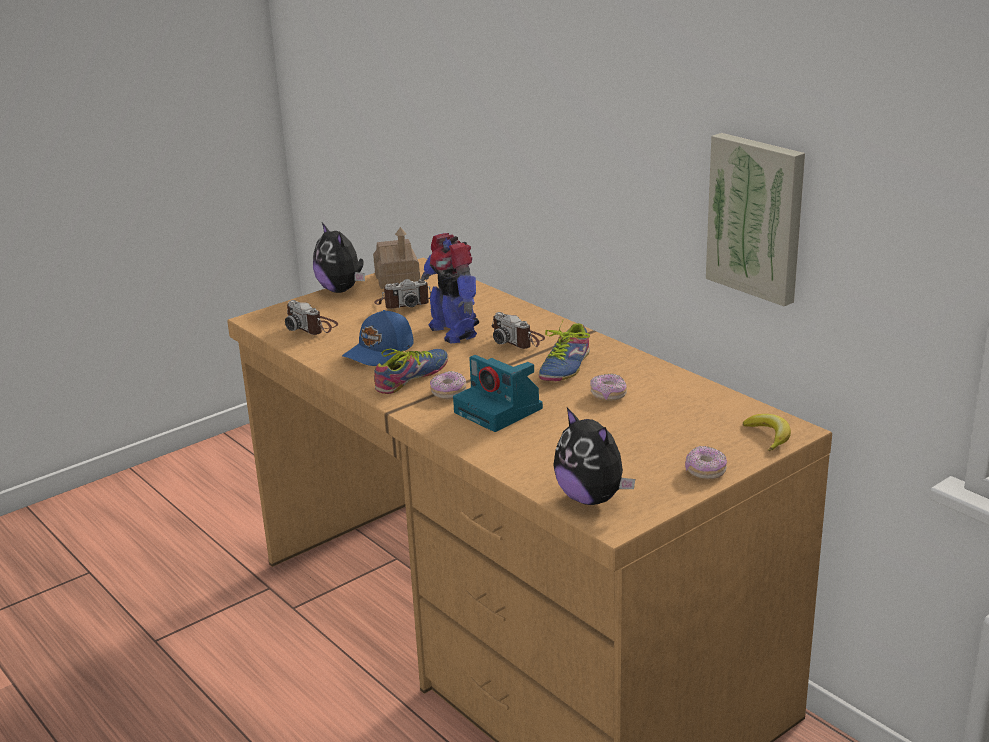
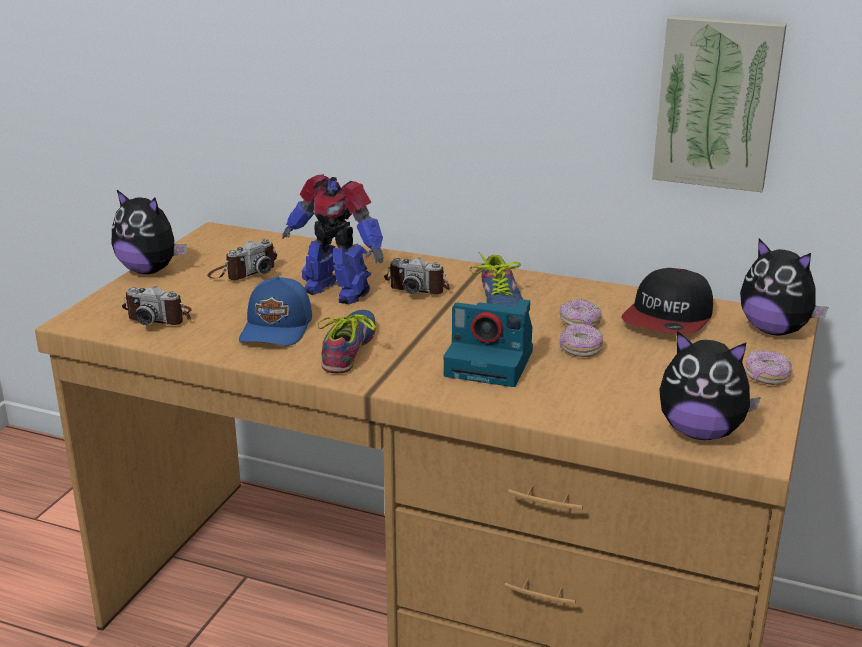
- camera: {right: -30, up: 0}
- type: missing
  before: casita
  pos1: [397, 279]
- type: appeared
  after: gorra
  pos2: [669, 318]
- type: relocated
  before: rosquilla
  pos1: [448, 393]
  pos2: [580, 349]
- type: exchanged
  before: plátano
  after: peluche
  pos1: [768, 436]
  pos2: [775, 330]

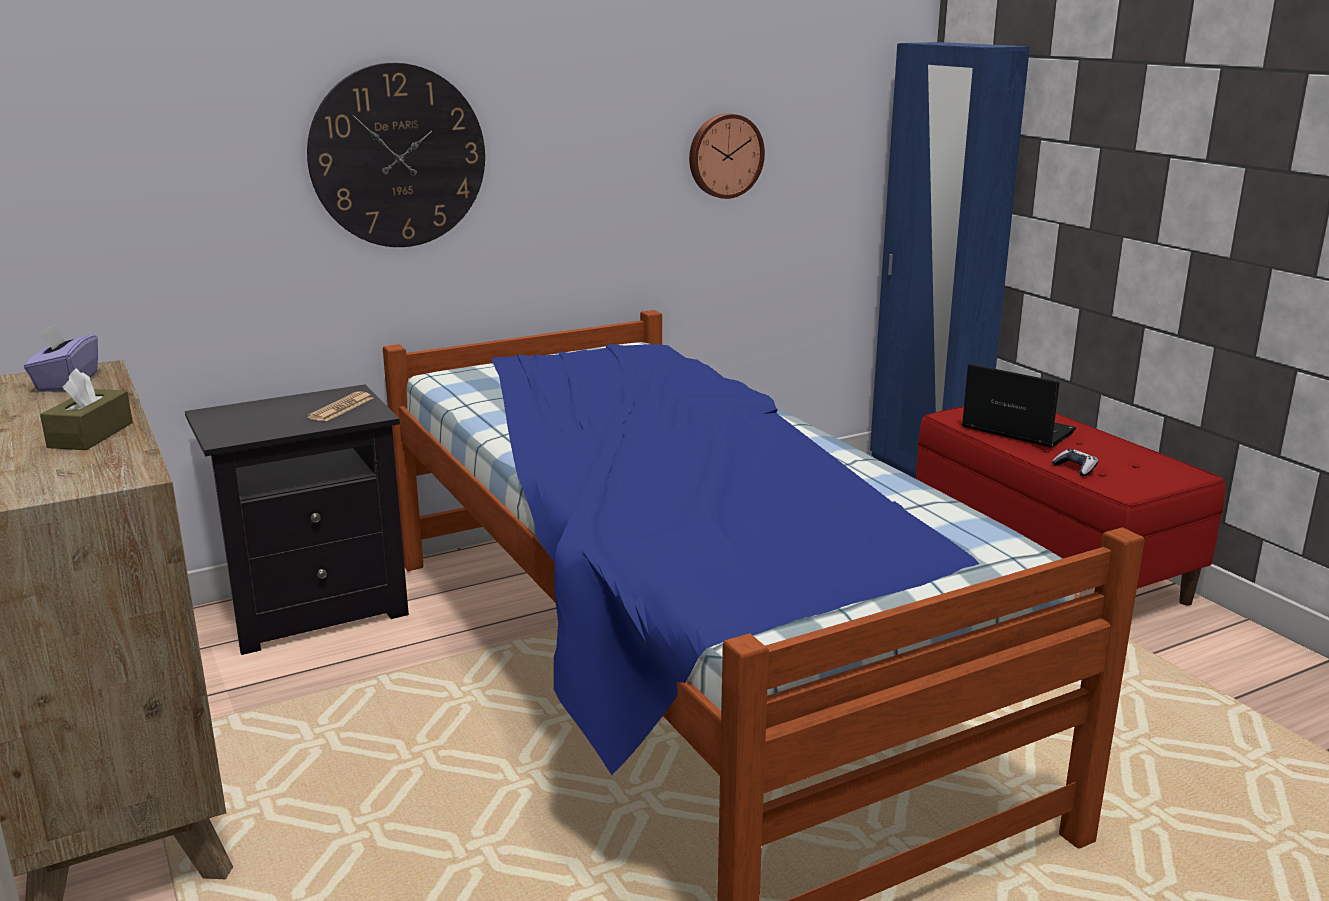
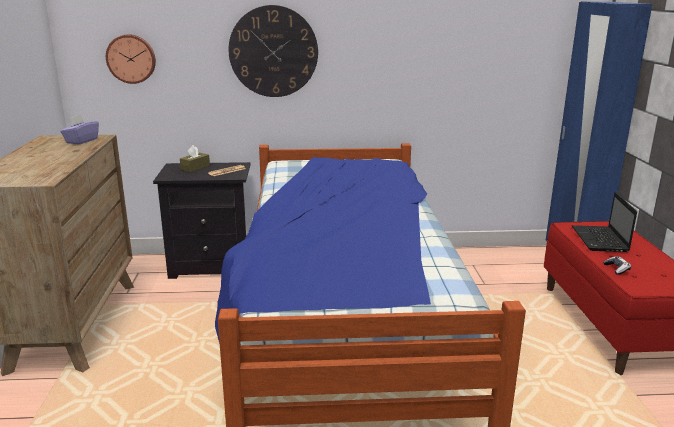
- camera: {right: 25, up: 0}
- type: relocated
  before: caja de pañuelos (marrón)
  pos1: [91, 435]
  pos2: [195, 167]
- type: relocated
  before: reloj de pared
  pos1: [724, 155]
  pos2: [131, 59]
- type: spun
  before: portátil
  pos1: [1015, 430]
  pos2: [600, 240]
  turn: -150

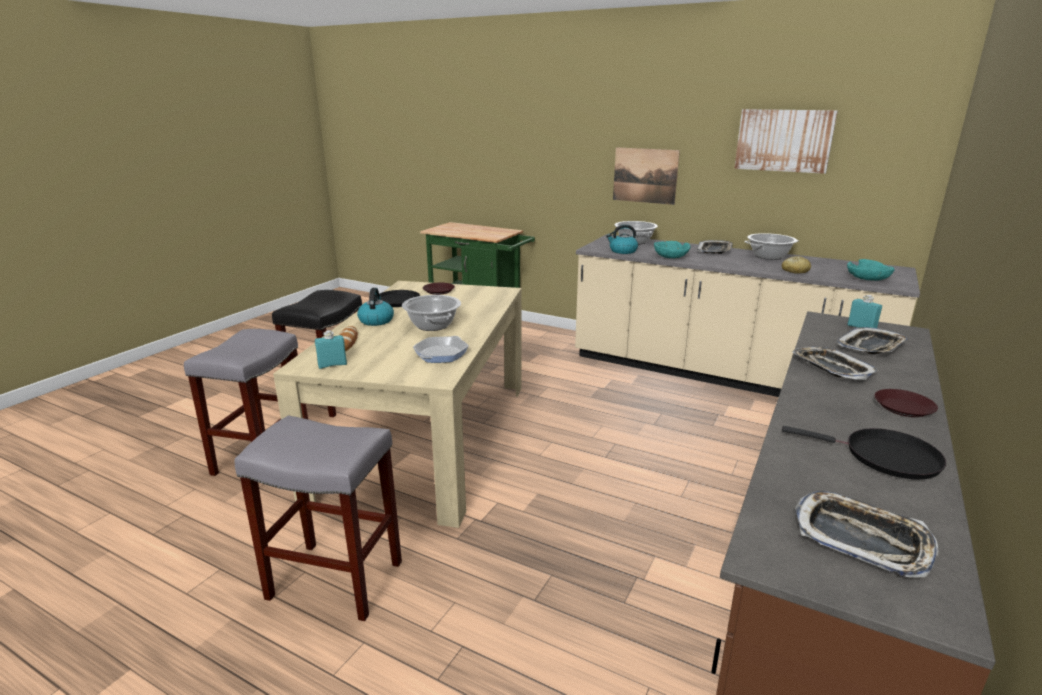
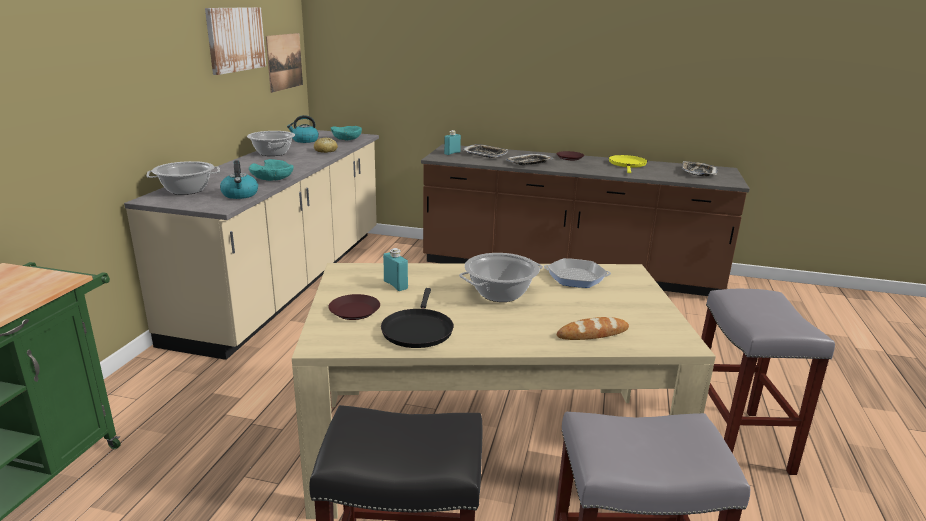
- camera: {right: -105, up: 0}
- type: missing
  before: bandeja
  pos1: [715, 250]
- type: relocated
  before: botella (turquesa)
  pos1: [332, 365]
  pos2: [395, 285]
- type: relocated
  before: hervidor
  pos1: [376, 320]
  pos2: [305, 140]
- type: relocated
  before: cuadro
  pos1: [645, 175]
  pos2: [284, 61]
- type: colour
  before: sartén (negro)
  after: sartén (amarillo)
  pos1: [885, 457]
  pos2: [627, 164]

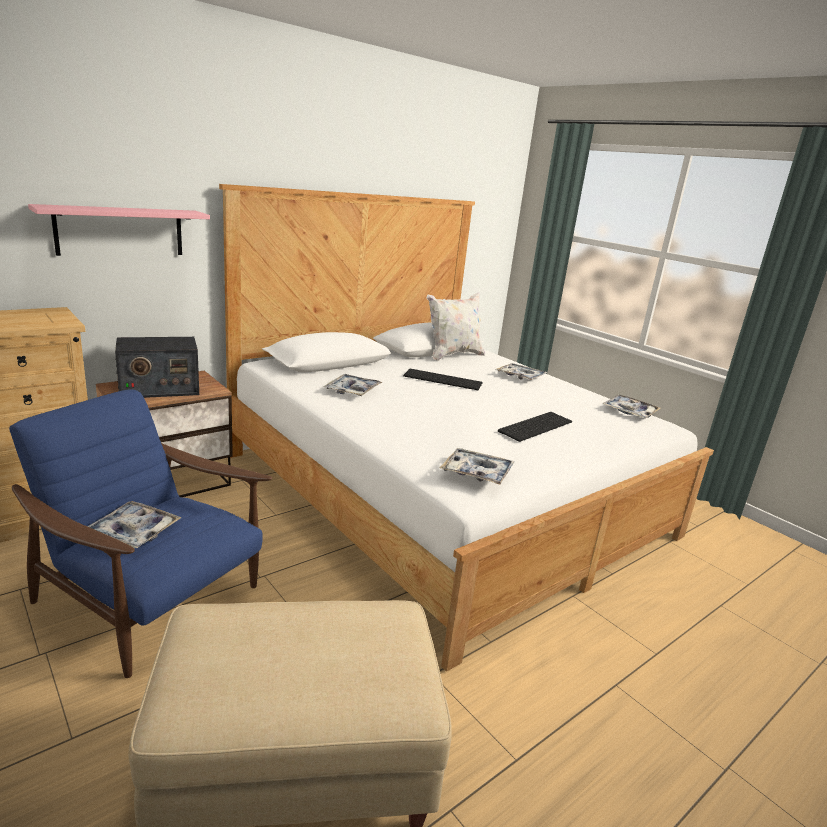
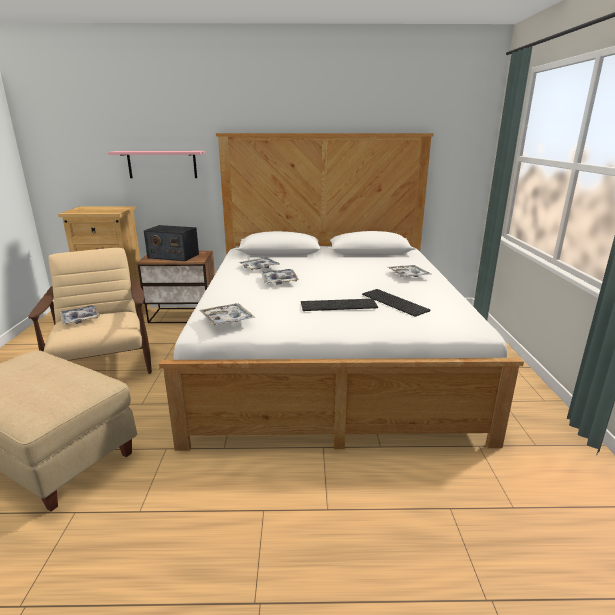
- camera: {right: 40, up: 0}
- type: missing
  before: cojín (blanco)
  pos1: [452, 355]
- type: relocated
  before: teclado
  pos1: [444, 379]
  pos2: [396, 302]
- type: relocated
  before: bandeja
  pos1: [630, 411]
  pos2: [279, 280]
- type: colour
  before: sillón (azul)
  after: sillón (beis)
  pos1: [151, 598]
  pos2: [104, 363]

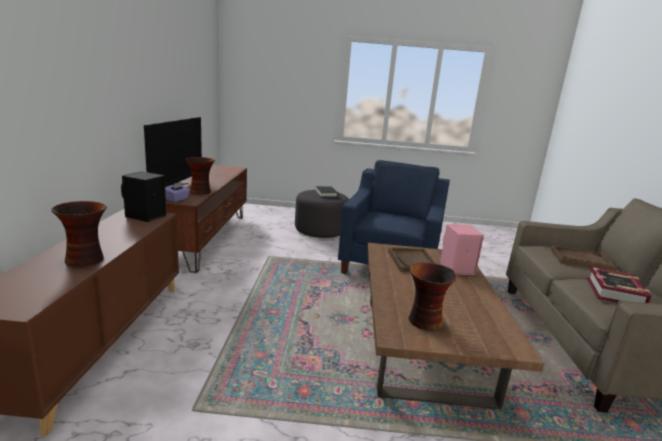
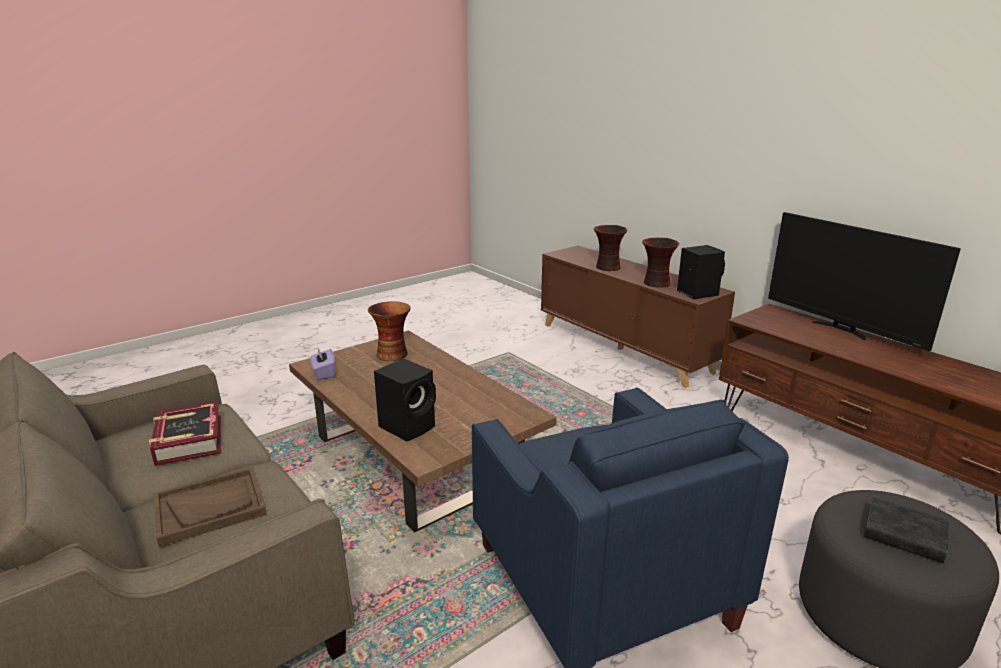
- camera: {right: 140, up: 5}
- type: missing
  before: bandeja (marrón)
  pos1: [412, 261]
- type: relocated
  before: caja de pañuelos (morado)
  pos1: [177, 199]
  pos2: [324, 373]
- type: relocated
  before: florero
  pos1: [201, 192]
  pos2: [656, 283]
- type: colour
  before: altavoz (rosa)
  after: altavoz (negro)
  pos1: [455, 268]
  pos2: [408, 426]

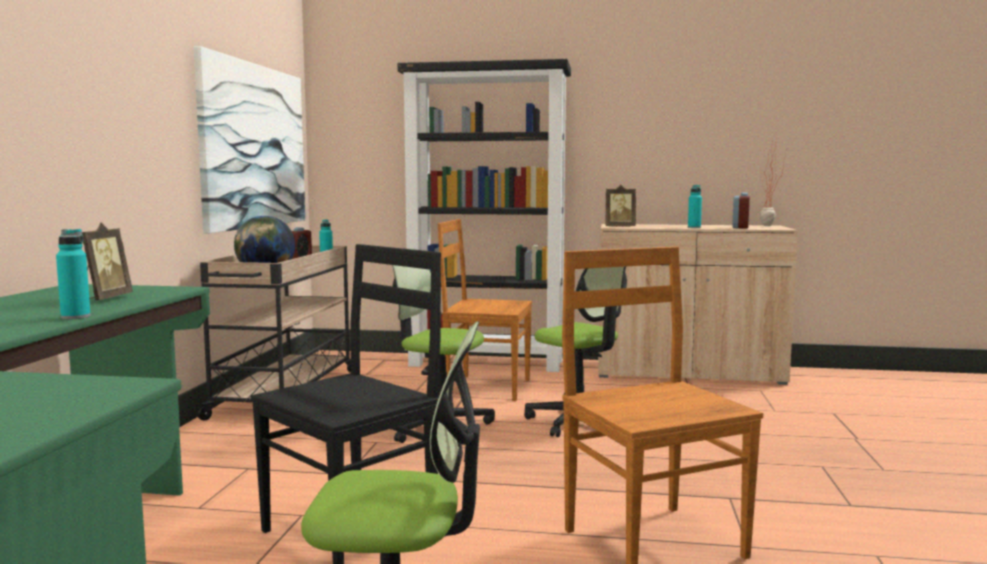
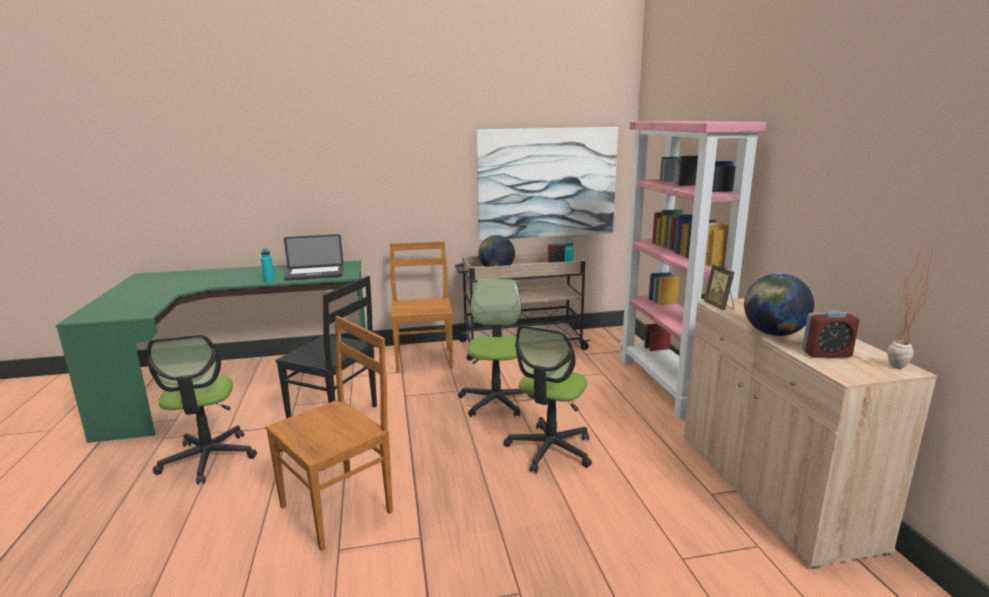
- camera: {right: 70, up: 10}
- type: relocated
  before: silla (marrón)
  pos1: [485, 387]
  pos2: [424, 359]
- type: exchanged
  before: portarretratos
  after: portátil
  pos1: [104, 299]
  pos2: [315, 274]
- type: exchanged
  before: botella (turquesa)
  after: globo terráqueo
  pos1: [694, 227]
  pos2: [773, 333]
- type: colour
  before: estantería (negro)
  after: estantería (rosa)
  pos1: [488, 363]
  pos2: [668, 385]

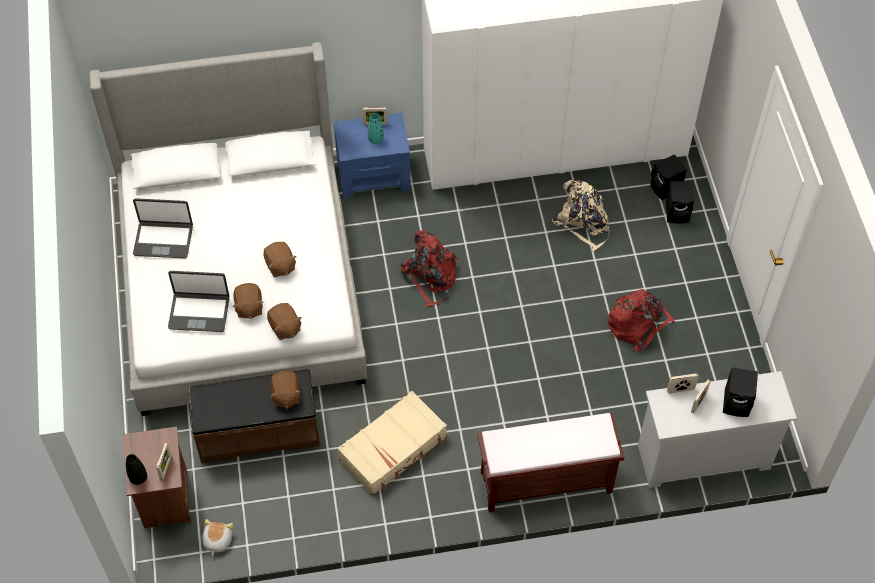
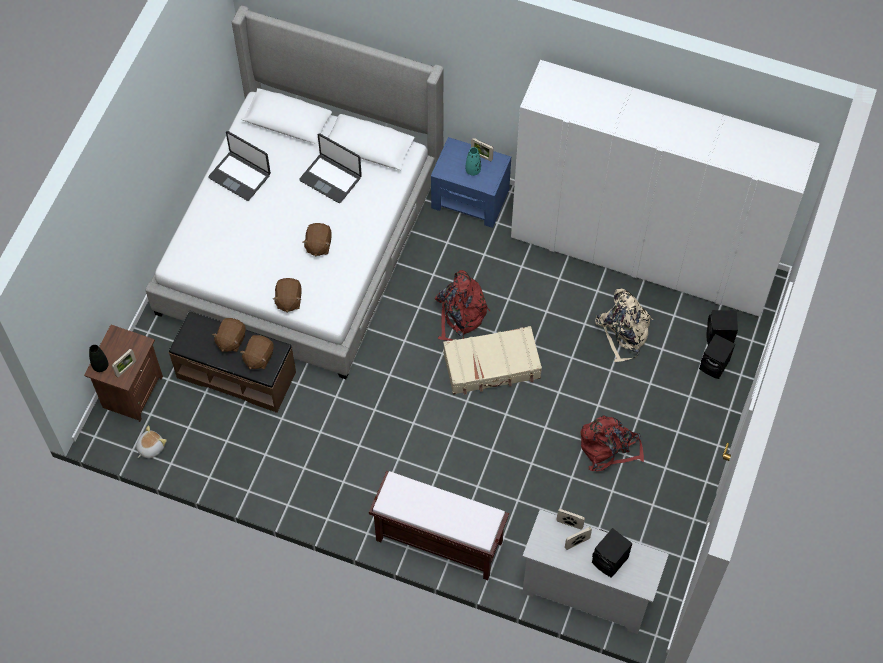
- camera: {right: 30, up: 5}
- type: relocated
  before: portátil
  pos1: [199, 312]
  pos2: [331, 178]
- type: relocated
  before: peluche (marrón)
  pos1: [249, 307]
  pos2: [231, 340]
- type: relocated
  before: maleta (beis)
  pos1: [393, 449]
  pos2: [492, 366]

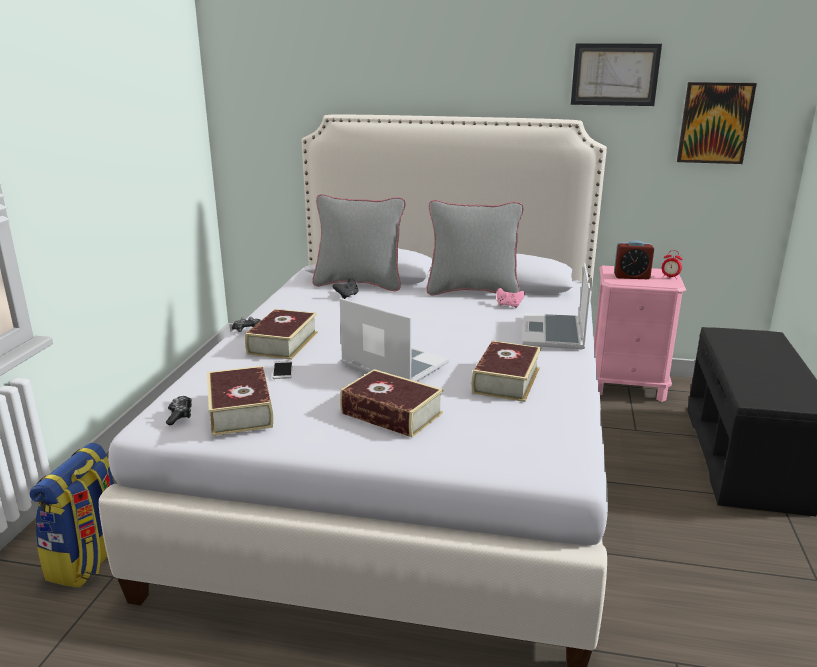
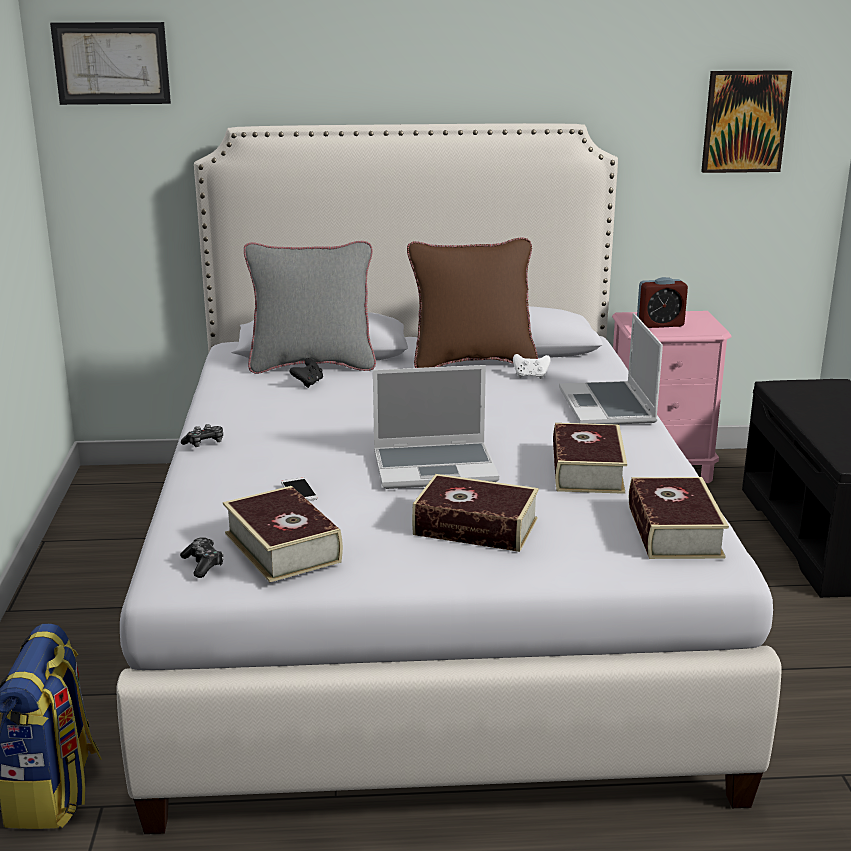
- camera: {right: -15, up: 0}
- type: missing
  before: despertador
  pos1: [670, 277]
- type: relocated
  before: libro
  pos1: [283, 343]
  pos2: [674, 531]
- type: relocated
  before: cuadro
  pos1: [615, 74]
  pos2: [111, 63]
- type: colour
  before: cojín (gris)
  after: cojín (marrón)
  pos1: [472, 291]
  pos2: [472, 362]
- type: colour
  before: mando de consola (rosa)
  after: mando de consola (blanco)
  pos1: [509, 306]
  pos2: [530, 376]
- type: spun
  before: portátil
  pos1: [392, 364]
  pos2: [436, 467]
  turn: 150

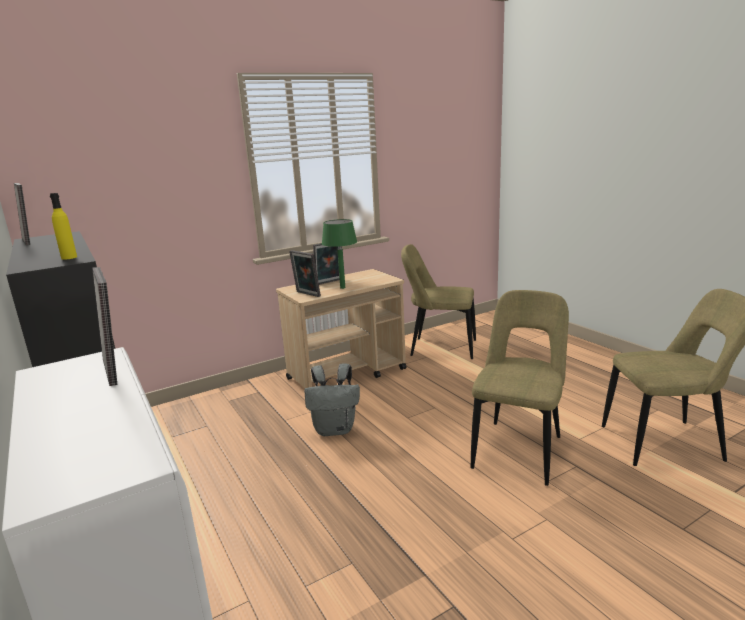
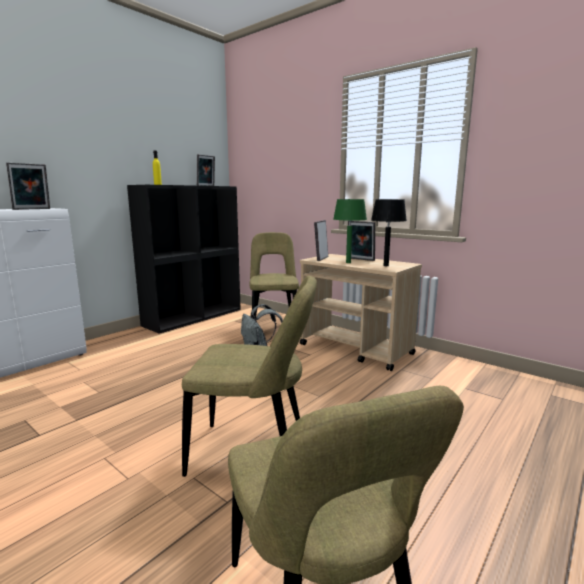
- camera: {right: 70, up: -5}
- type: appeared
  after: lámpara de mesa (negro)
  pos2: [386, 265]
- type: relocated
  before: silla (beis)
  pos1: [440, 348]
  pos2: [274, 327]

